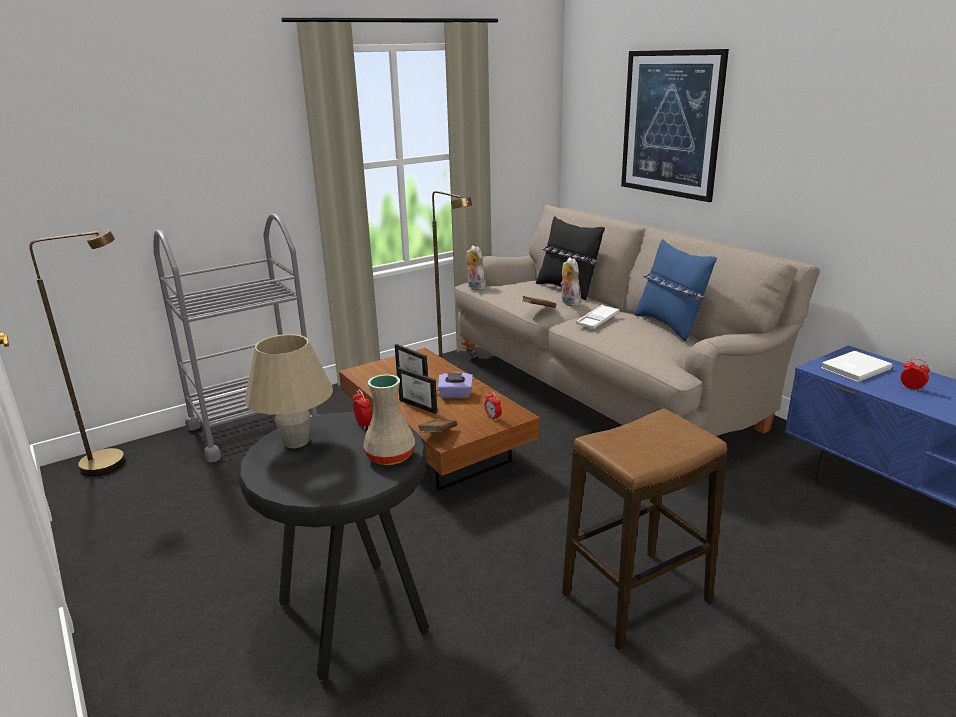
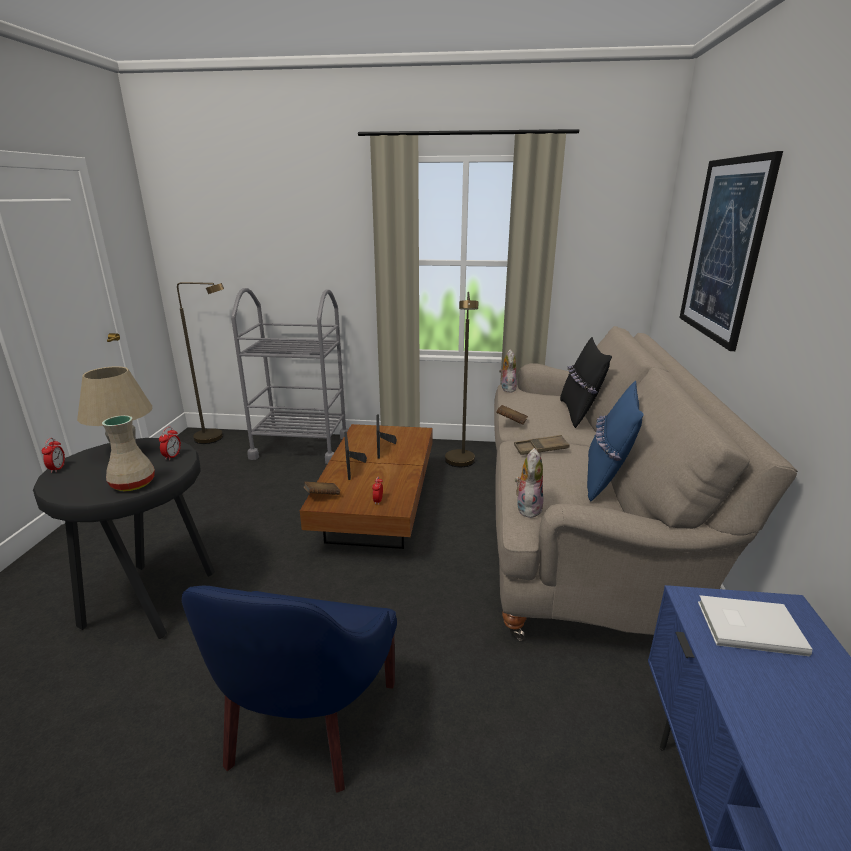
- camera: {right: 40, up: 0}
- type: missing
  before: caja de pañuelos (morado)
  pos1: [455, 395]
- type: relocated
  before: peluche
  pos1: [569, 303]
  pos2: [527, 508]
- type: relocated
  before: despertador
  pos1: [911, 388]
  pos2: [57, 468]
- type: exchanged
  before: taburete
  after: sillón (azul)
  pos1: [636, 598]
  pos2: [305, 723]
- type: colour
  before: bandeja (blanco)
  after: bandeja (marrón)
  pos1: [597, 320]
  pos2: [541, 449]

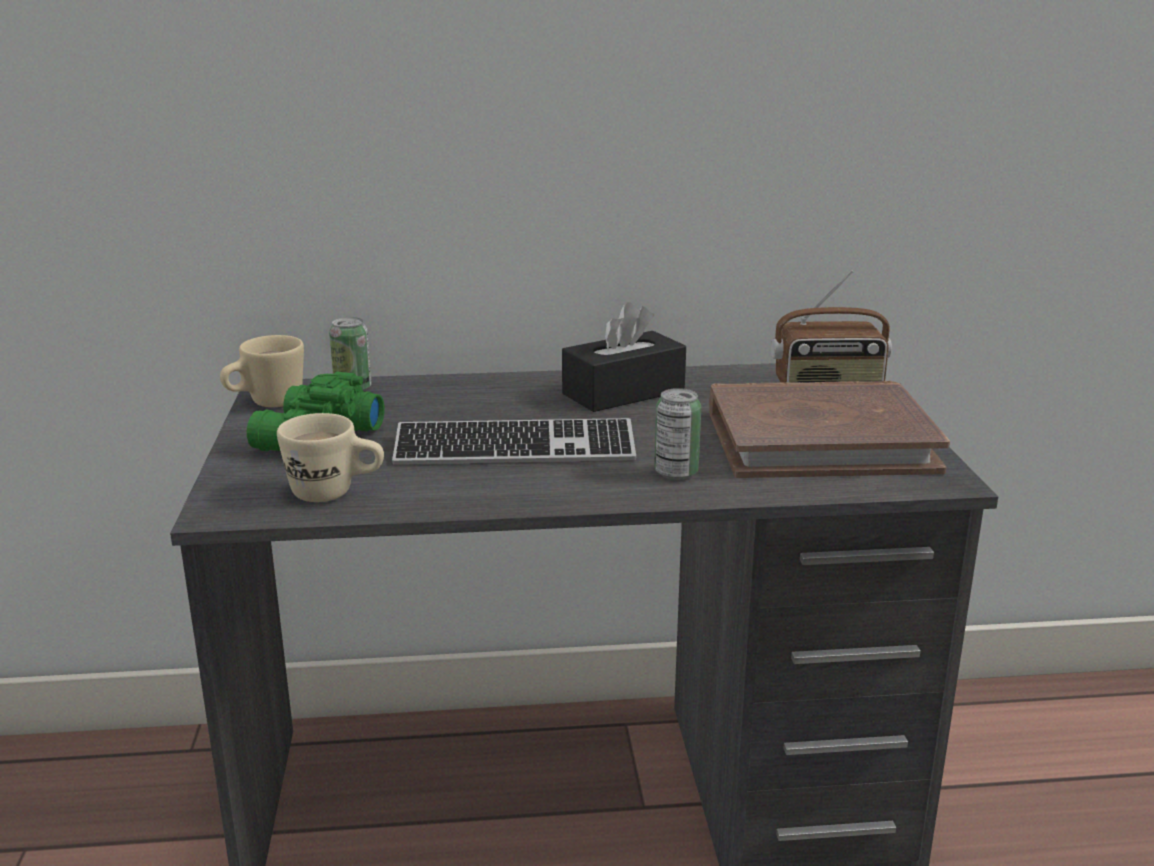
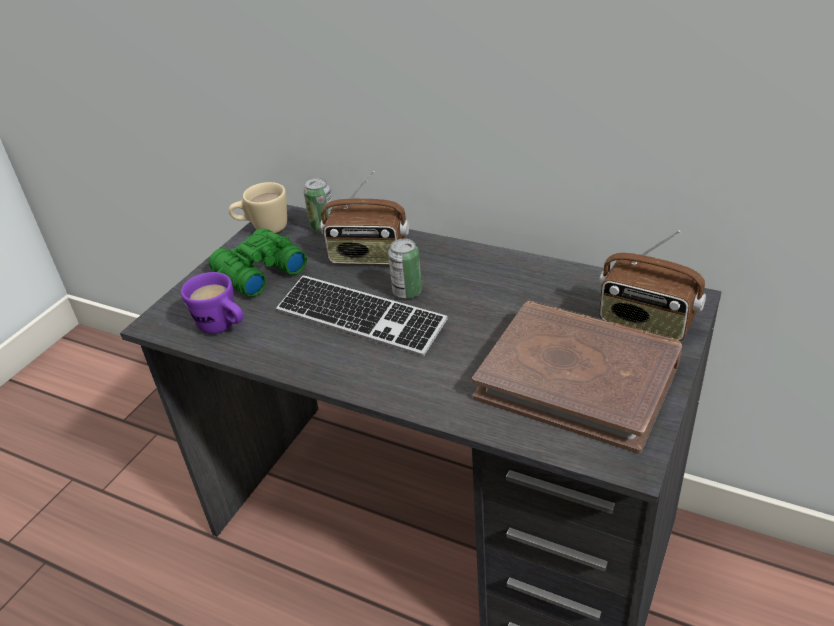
- camera: {right: 35, up: 15}
- type: missing
  before: caja de pañuelos (negro)
  pos1: [623, 392]
- type: appeared
  after: radio
  pos2: [367, 257]
- type: relocated
  before: lata
  pos1: [676, 472]
  pos2: [407, 292]
- type: colour
  before: taza grande (beis)
  after: taza grande (morado)
  pos1: [335, 493]
  pos2: [223, 327]

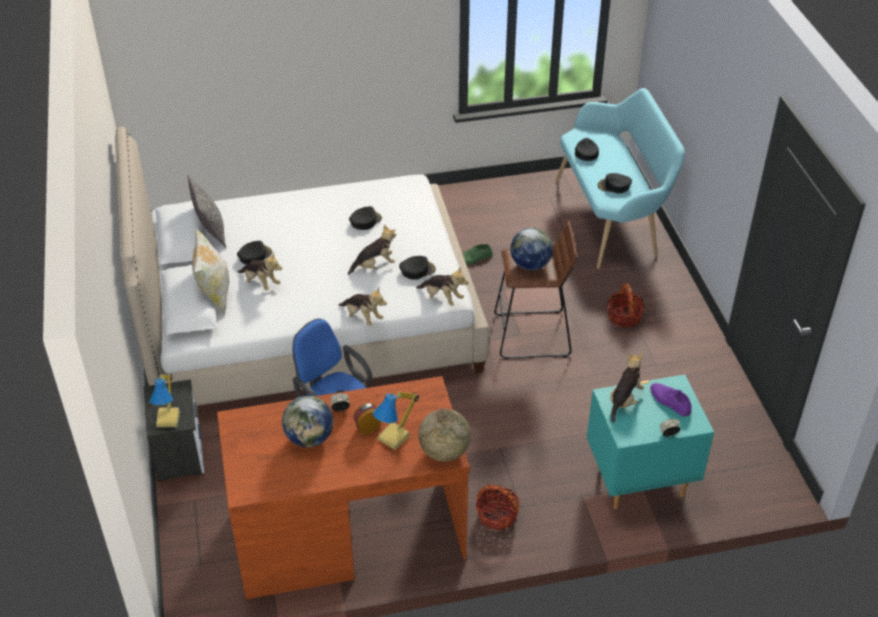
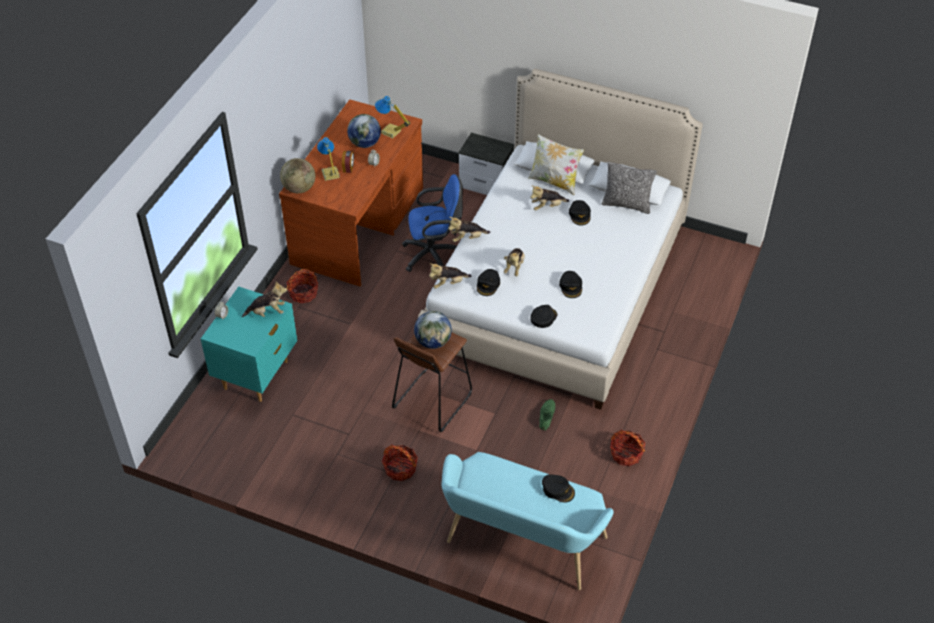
- camera: {right: 125, up: 5}
- type: missing
  before: zapato (morado)
  pos1: [669, 401]
- type: appeared
  after: cesta
  pos2: [626, 454]
- type: relocated
  before: lámpara de mesa
  pos1: [169, 419]
  pos2: [390, 132]
- type: relocated
  before: gorra (negro)
  pos1: [614, 186]
  pos2: [543, 318]
- type: spun
  before: peluche
  pos1: [624, 400]
  pos2: [267, 312]
  turn: -75

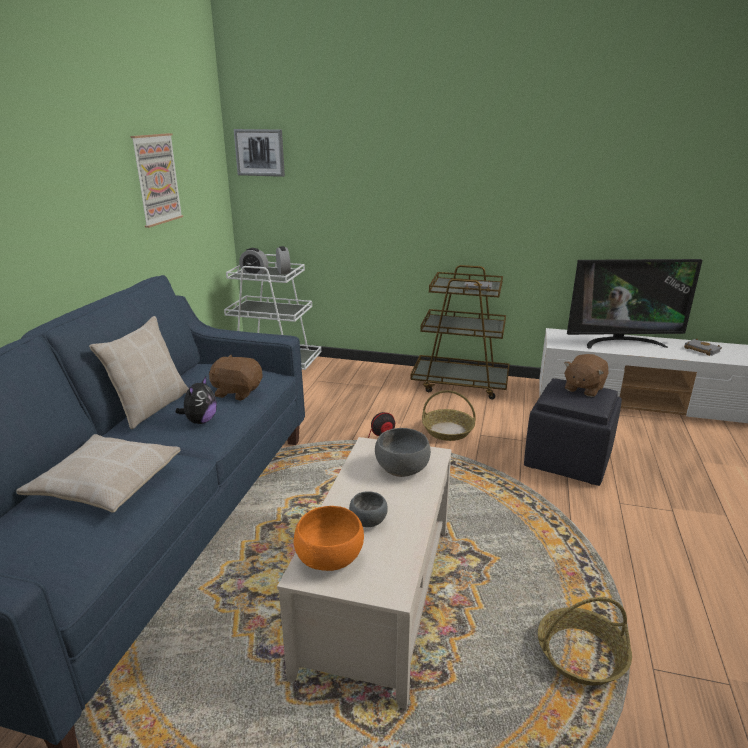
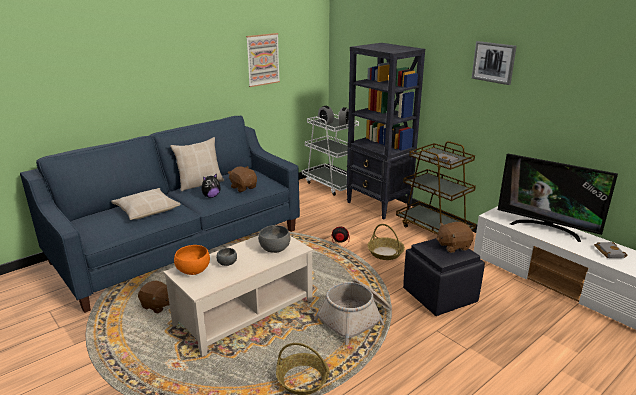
- camera: {right: 35, up: 0}
- type: appeared
  after: peluche (marrón)
  pos2: [157, 305]
- type: appeared
  after: cesta
  pos2: [355, 319]
- type: appeared
  after: estantería (negro)
  pos2: [379, 205]
- type: relocated
  before: cuadro
  pos1: [260, 152]
  pos2: [493, 62]

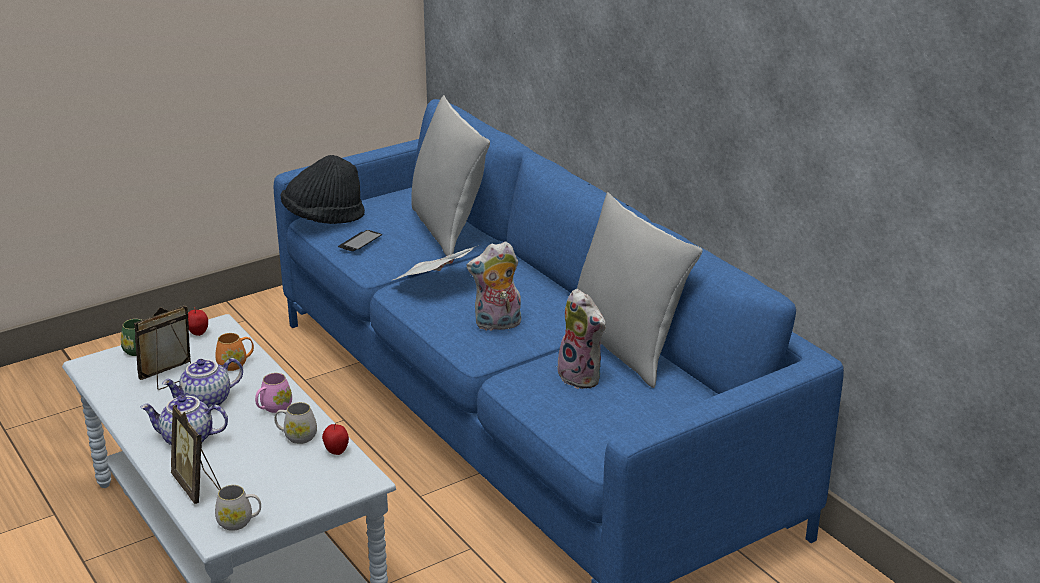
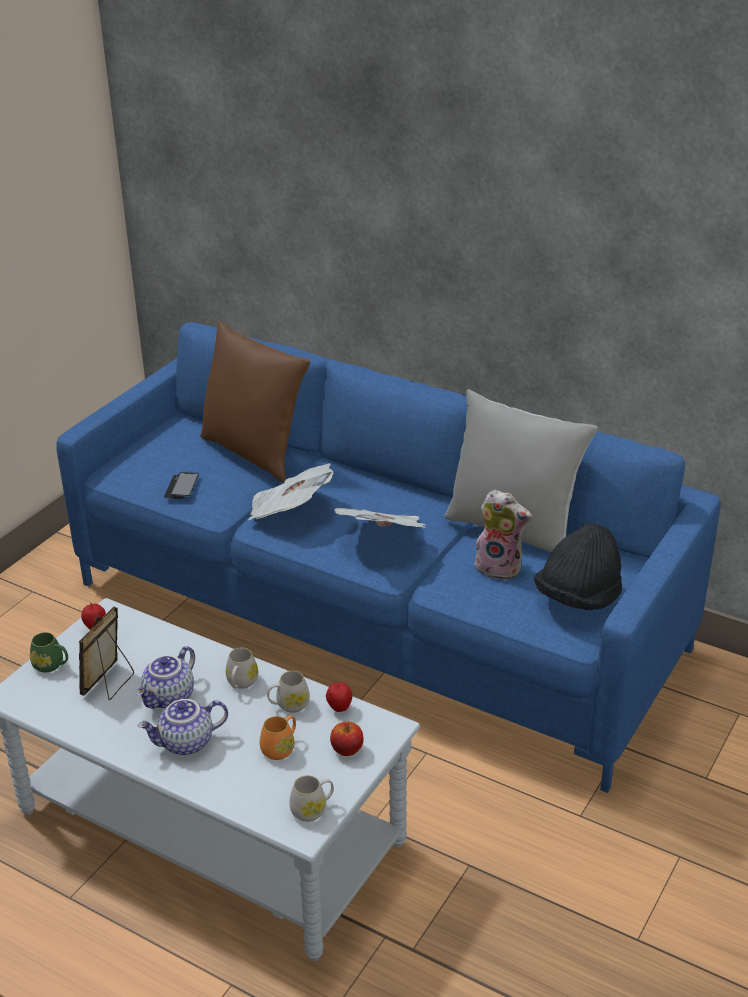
- camera: {right: -25, up: 5}
- type: missing
  before: portarretratos
  pos1: [197, 486]
- type: appeared
  after: manzana
  pos2: [347, 750]
- type: relocated
  before: taza grande (naranja)
  pos1: [236, 364]
  pos2: [280, 748]
- type: relocated
  before: sombrero (negro)
  pos1: [323, 218]
  pos2: [578, 597]
- type: exchanged
  before: peluche
  after: periódico
  pos1: [497, 325]
  pos2: [384, 538]
- type: colour
  before: taza grande (rosa)
  after: taza grande (blanco)
  pos1: [273, 408]
  pos2: [241, 683]
- type: colour
  before: cojín (gris)
  after: cojín (marrón)
  pos1: [448, 230]
  pos2: [254, 452]

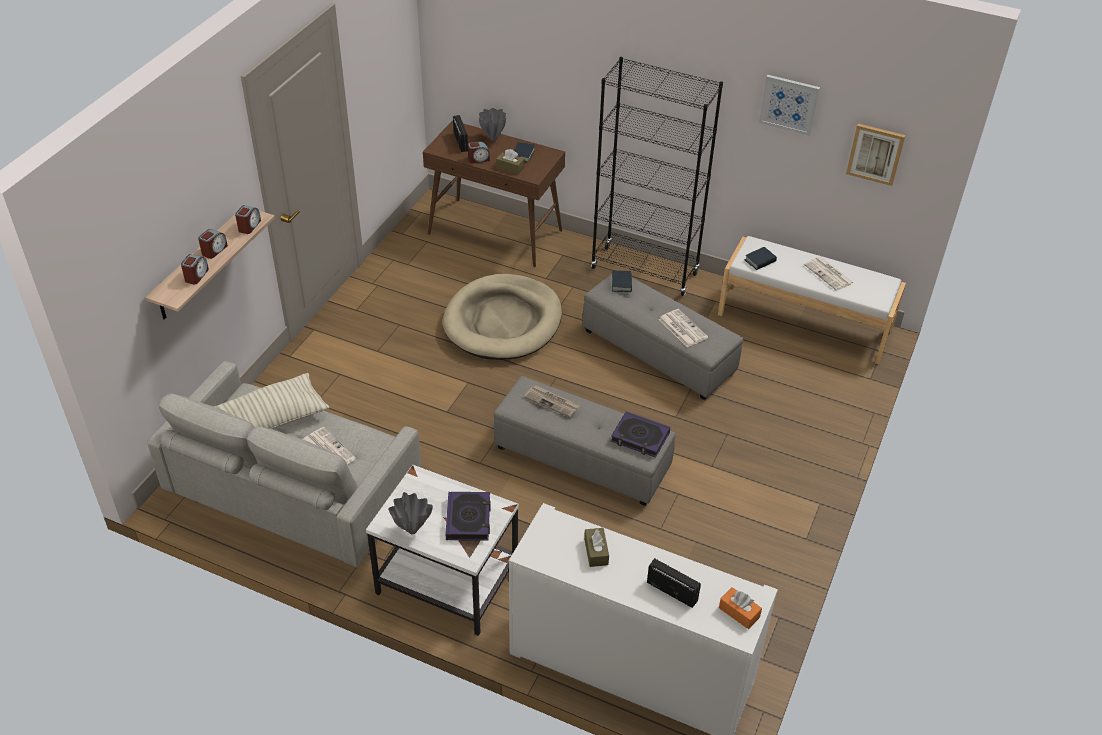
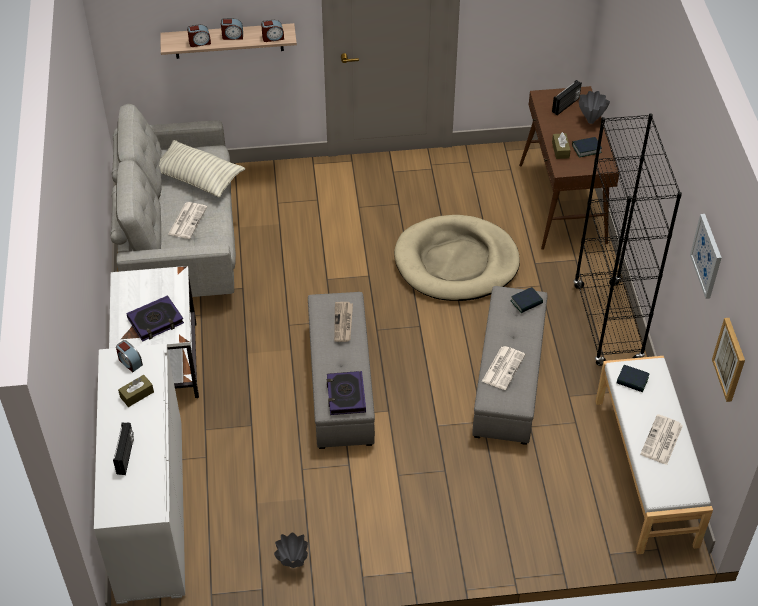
- camera: {right: 60, up: 5}
- type: missing
  before: caja de pañuelos (naranja)
  pos1: [739, 612]
- type: relocated
  before: florero (gris)
  pos1: [411, 530]
  pos2: [293, 563]
- type: relocated
  before: despertador
  pos1: [478, 159]
  pos2: [130, 362]

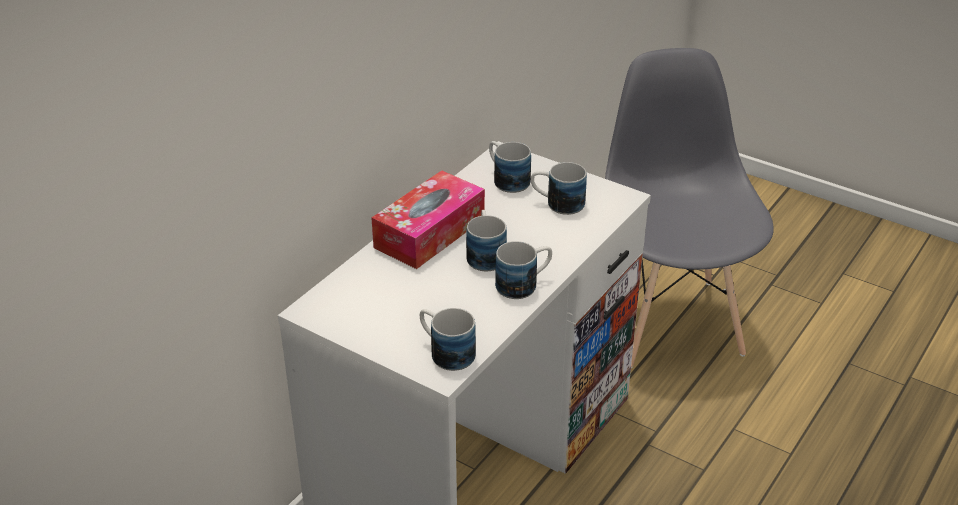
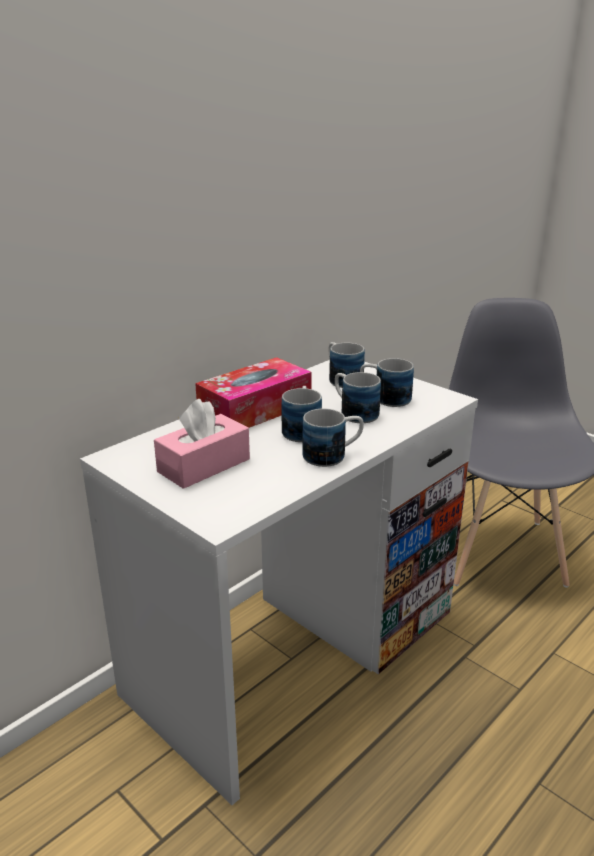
- camera: {right: 10, up: -10}
- type: appeared
  after: caja de pañuelos (rosa)
  pos2: [204, 465]
- type: relocated
  before: taza grande
  pos1: [445, 352]
  pos2: [353, 412]

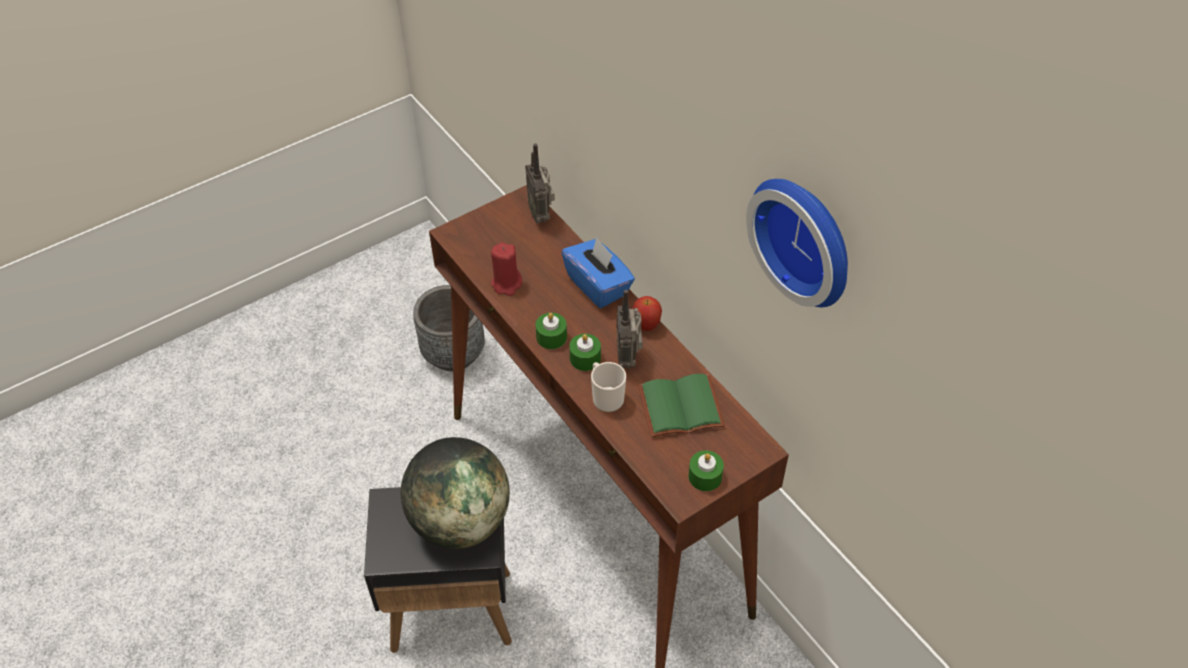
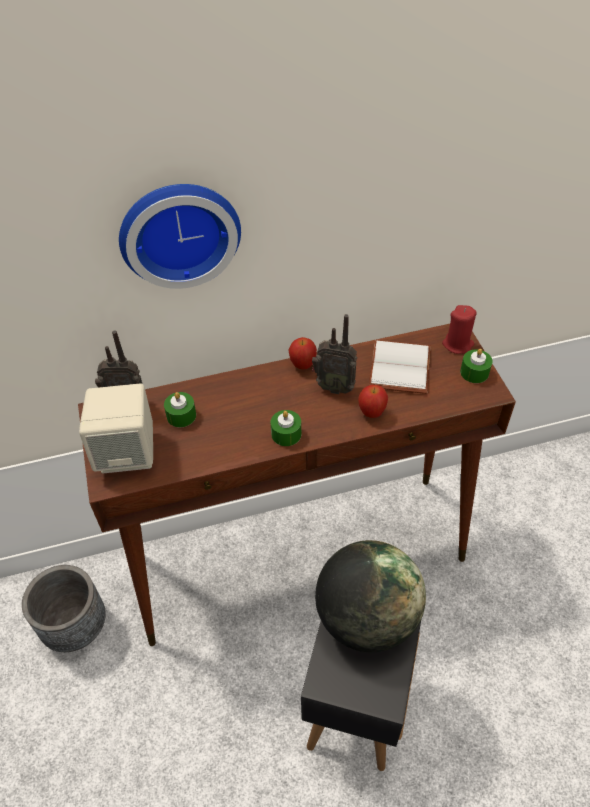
- camera: {right: -70, up: 0}
- type: missing
  before: caja de pañuelos (azul)
  pos1: [598, 286]
- type: appeared
  after: altavoz (beis)
  pos2: [127, 452]
- type: relocated
  before: vela (rojo)
  pos1: [507, 283]
  pos2: [458, 344]
- type: relocated
  before: vela (verde)
  pos1: [585, 358]
  pos2: [181, 415]
- type: relocated
  before: reloj de pared
  pos1: [807, 238]
  pos2: [179, 231]
- type: exchanged
  before: taza grande
  after: manzana
  pos1: [606, 397]
  pos2: [371, 413]
- type: colour
  before: libro (verde)
  after: libro (blanco)
  pos1: [679, 409]
  pos2: [402, 369]

